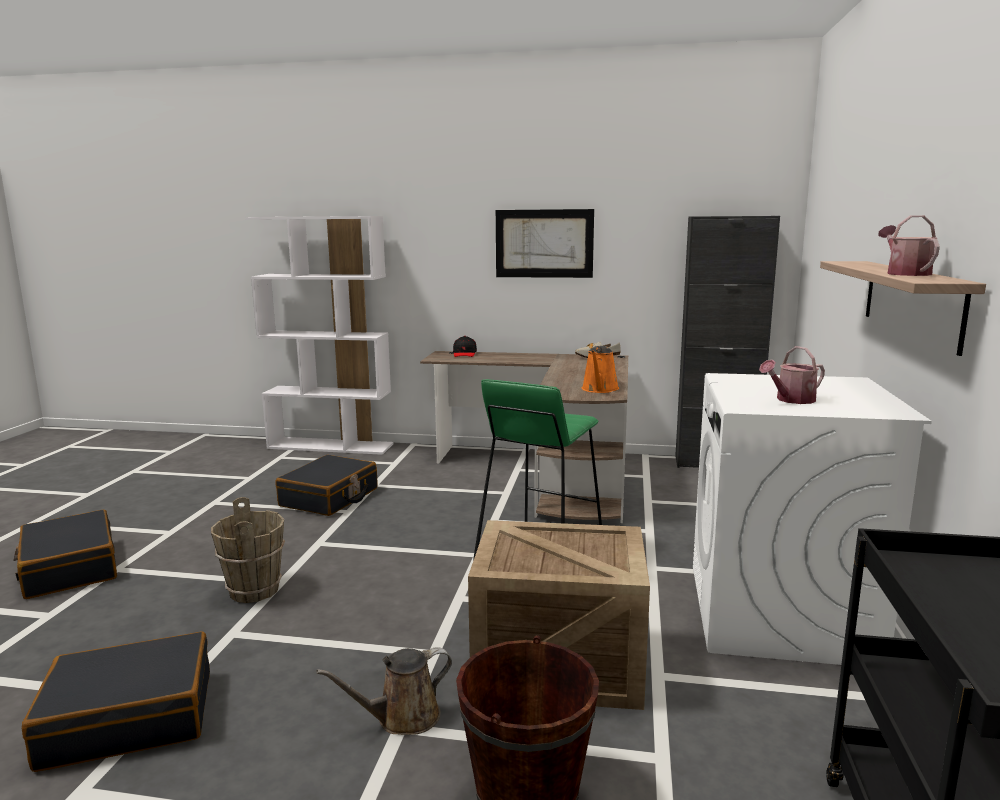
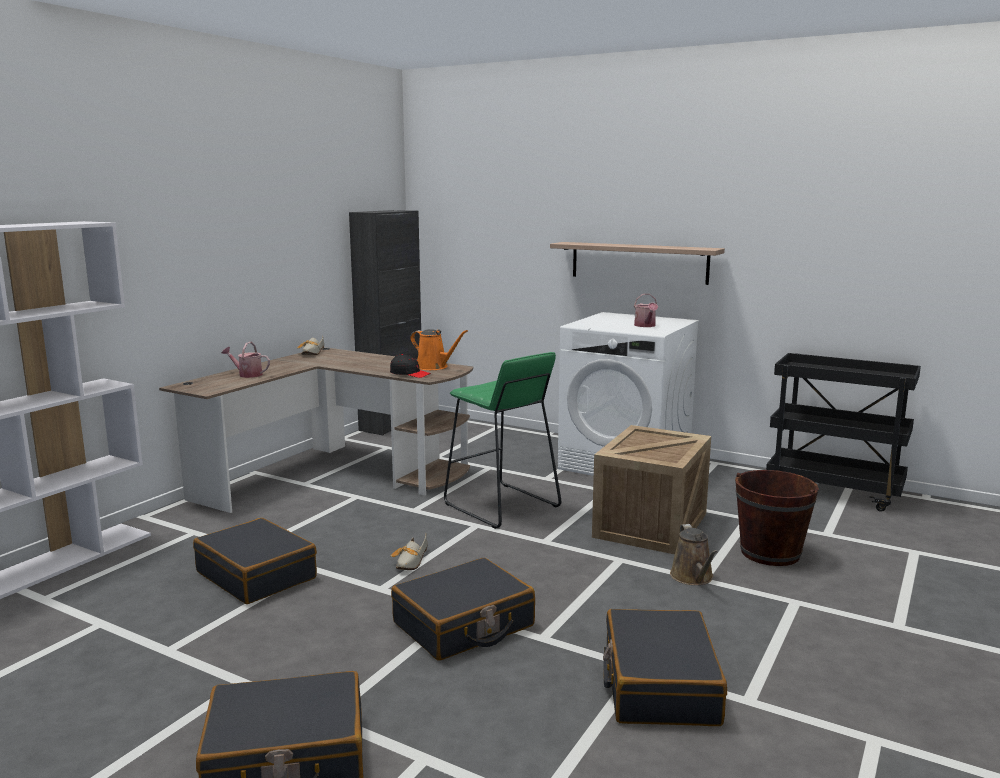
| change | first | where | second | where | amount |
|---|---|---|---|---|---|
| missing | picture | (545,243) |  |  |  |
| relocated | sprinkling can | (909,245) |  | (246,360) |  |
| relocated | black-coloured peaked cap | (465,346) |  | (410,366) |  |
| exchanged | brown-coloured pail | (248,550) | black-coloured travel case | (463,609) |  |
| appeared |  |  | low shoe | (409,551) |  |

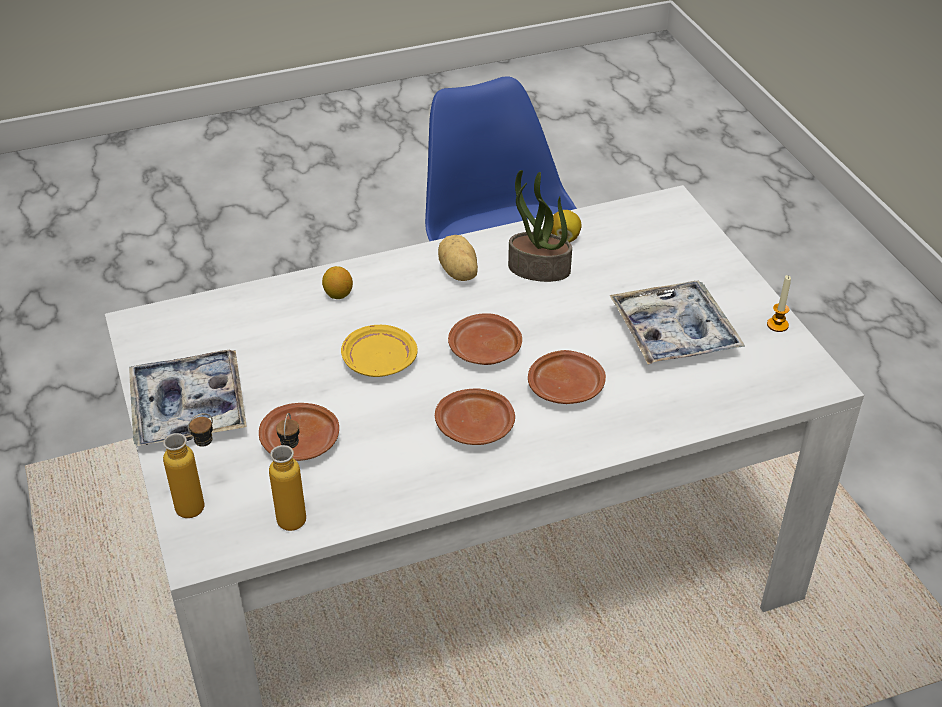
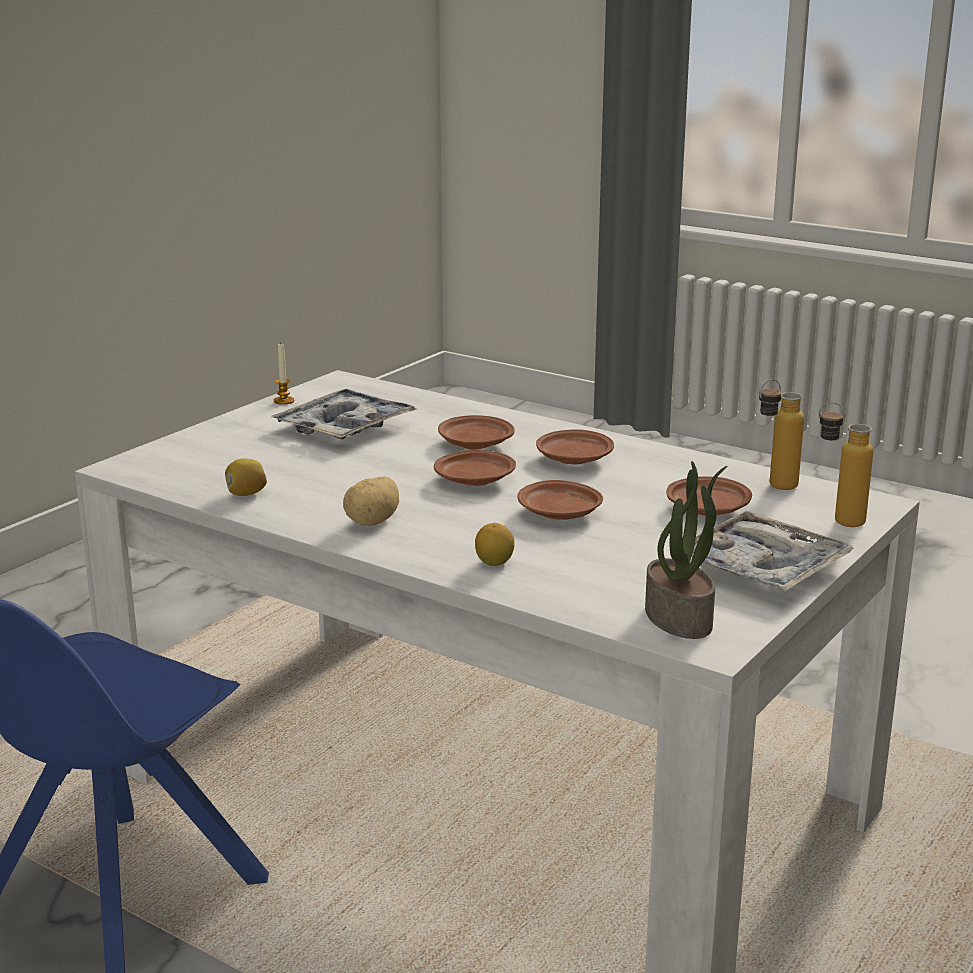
| change | first | where | second | where | amount |
|---|---|---|---|---|---|
| relocated | plant in a pot | (540,226) |  | (686,550) |  |
| colour | yellow-coloured flat dish | (379,351) | brown-coloured flat dish | (560,500) |  |

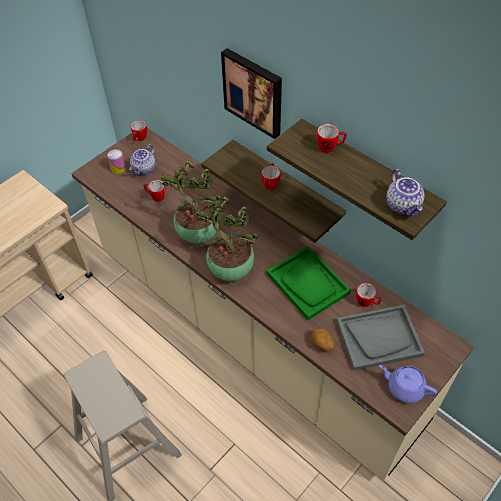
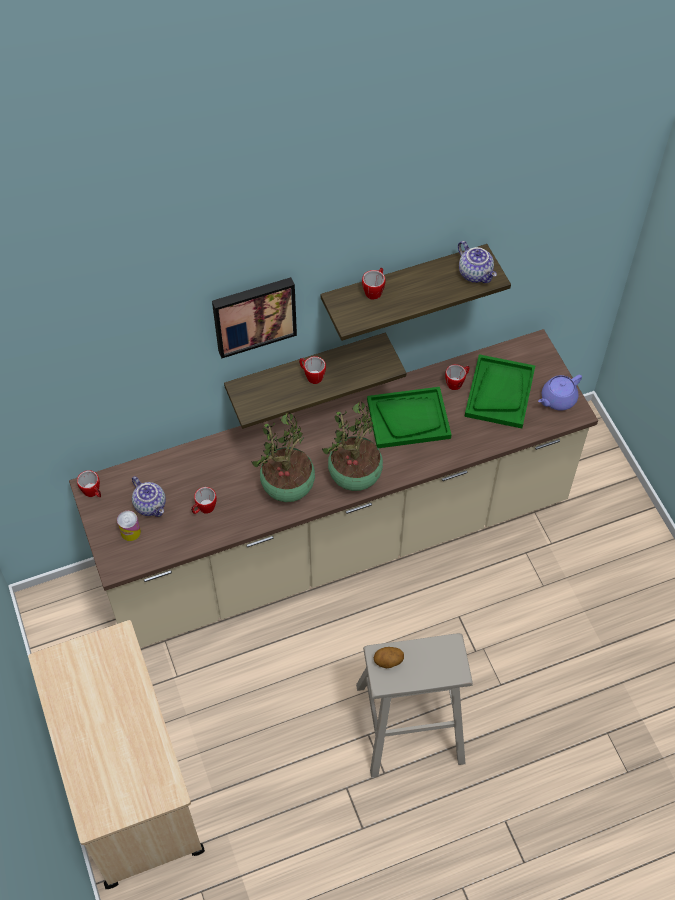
| change | first | where | second | where | amount |
|---|---|---|---|---|---|
| spun | pot for tea | (405,193) |  | (477,262) | 45 degrees clockwise |
| colour | greyish serving tray | (380,338) | green serving tray | (499,391) |  |
| relocated | spud | (323,339) |  | (389,657) |  |

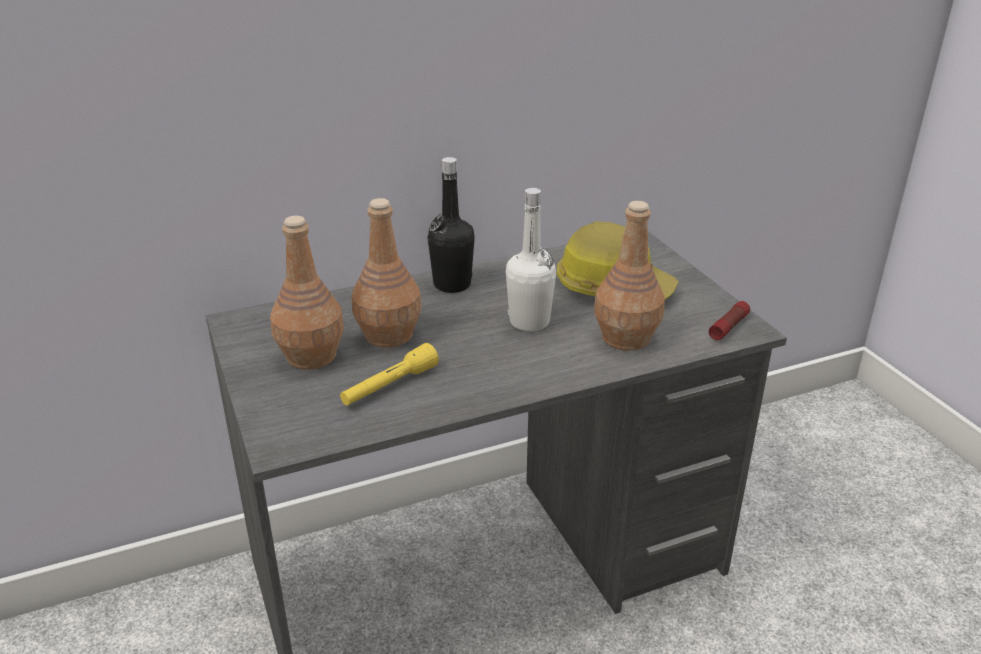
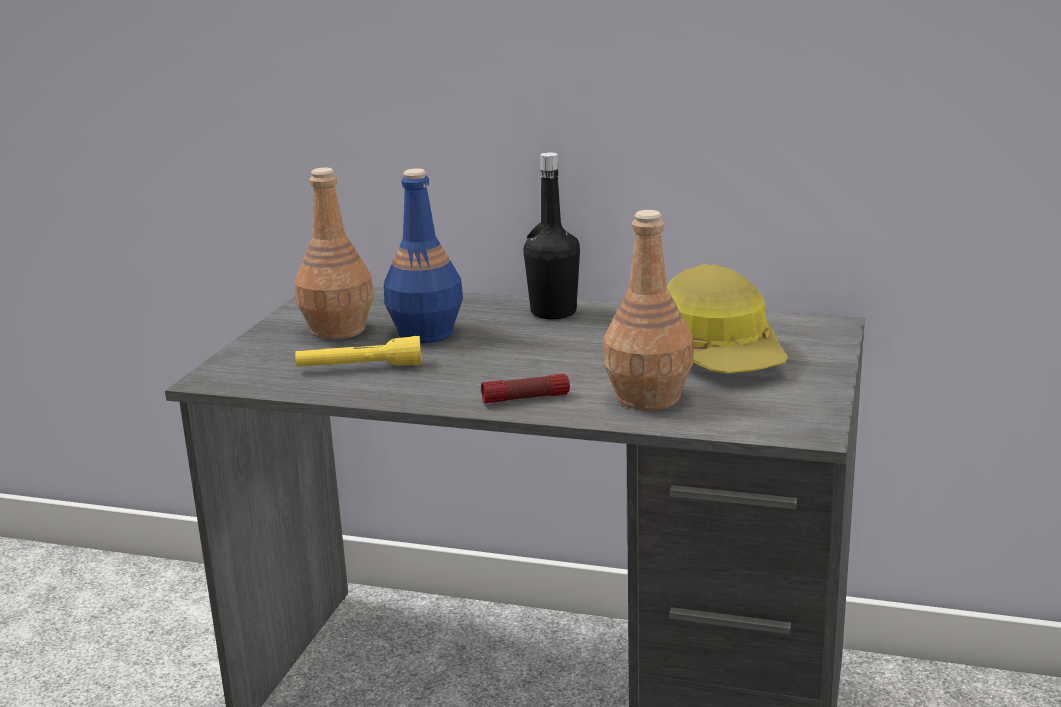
| change | first | where | second | where | amount |
|---|---|---|---|---|---|
| missing | white-coloured bottle | (531,259) |  |  |  |
| colour | brown-coloured bottle | (386,273) | blue bottle | (423,255) |  |
| relocated | flashlight | (729,320) |  | (525,388) |  |

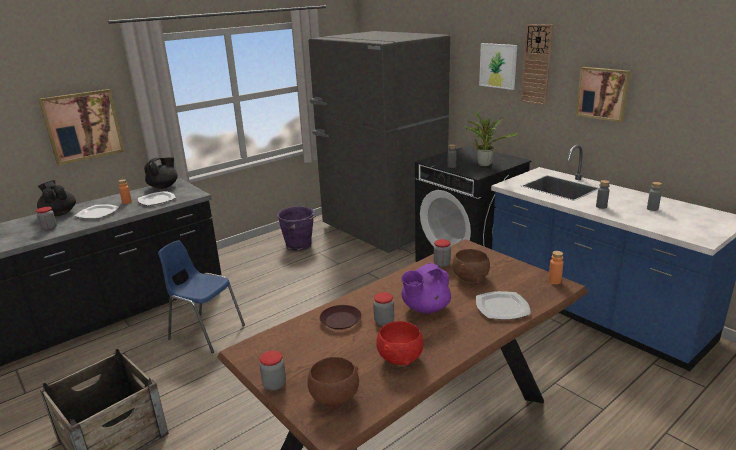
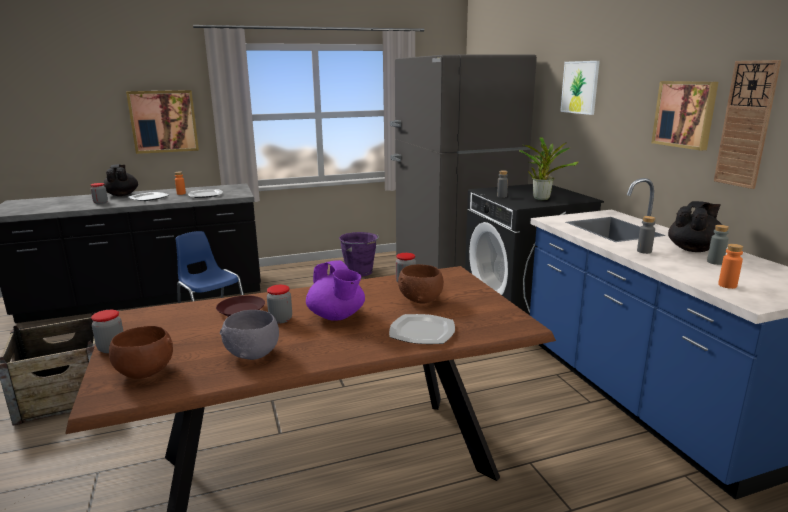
| change | first | where | second | where | amount |
|---|---|---|---|---|---|
| relocated | wall clock | (537,65) |  | (747,124) |  |
| relocated | black-coloured pot for tea | (161,173) |  | (695,226) |  |
| relocated | orangey bottle | (555,267) |  | (730,266) |  |
| spun | purple-coloured pot for tea | (426,287) |  | (335,290) | 105 degrees counterclockwise |
| colour | red serving bowl | (400,343) | greyish serving bowl | (249,335) |  |

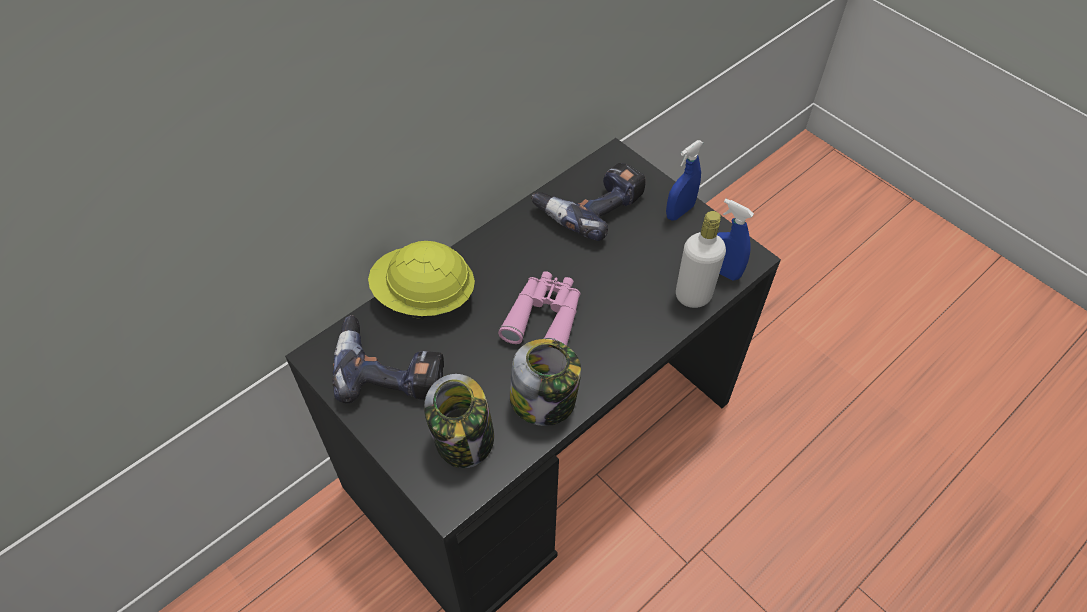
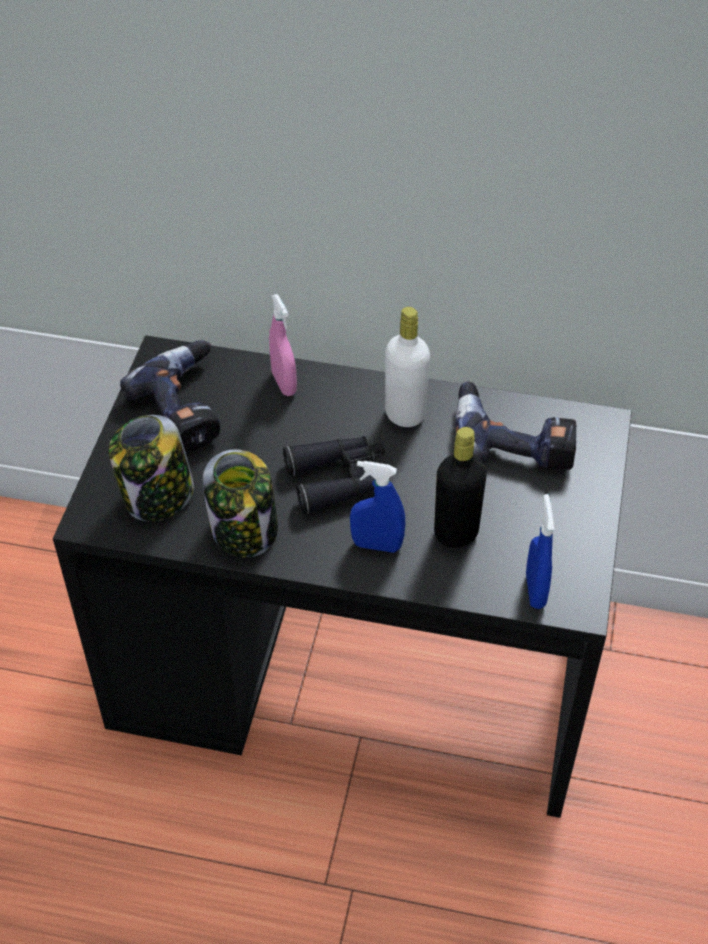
| change | first | where | second | where | amount |
|---|---|---|---|---|---|
| relocated | blue spray bottle | (684,180) |  | (377,507) |  |
| relocated | white-coloured bottle | (701,259) |  | (407,367) |  |
| exchanged | yellow-coloured hard hat | (421,280) | pinkish spray bottle | (283,345) |  |
| colour | pinkish binoculars | (539,308) | black-coloured binoculars | (337,475) |  |
| appeared |  |  | black-coloured bottle | (460,487) |  |

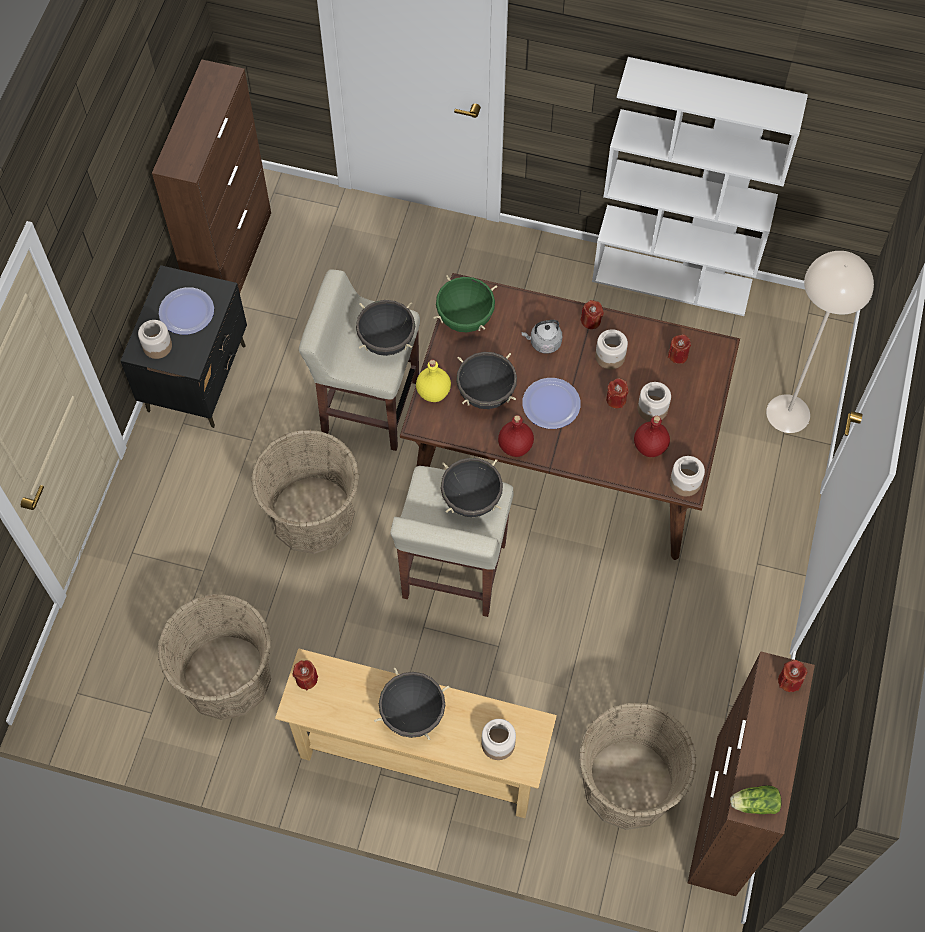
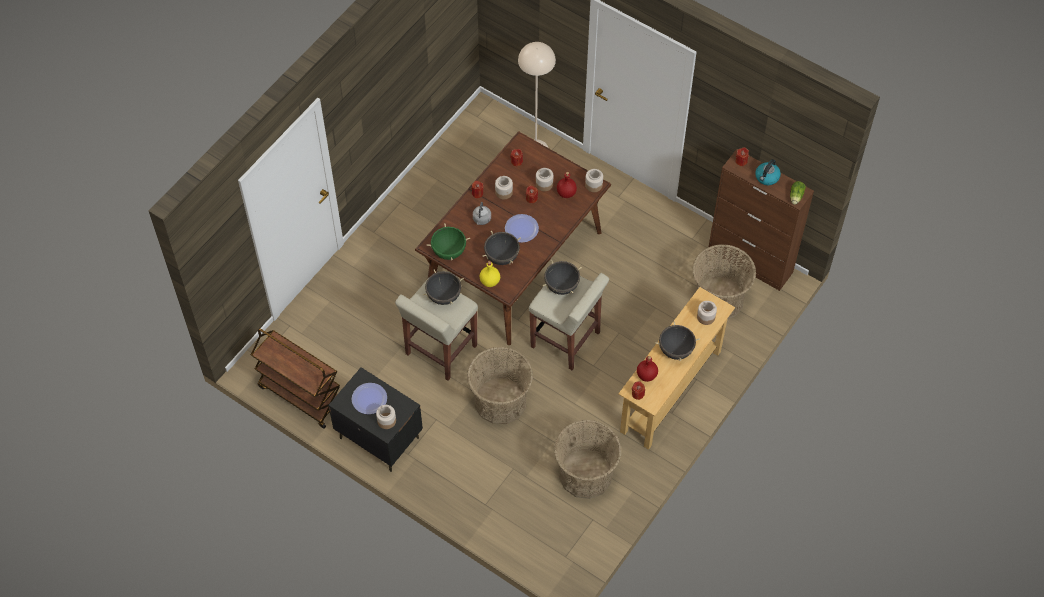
| change | first | where | second | where | amount |
|---|---|---|---|---|---|
| missing | white-coloured shelving unit | (700,186) |  |  |  |
| exchanged | brown-coloured cupboard | (211,176) | brown-coloured trolley | (295,378) |  |
| relocated | red bottle | (516,436) |  | (647,369) |  |
| appeared |  |  | kettle | (768,172) |  |

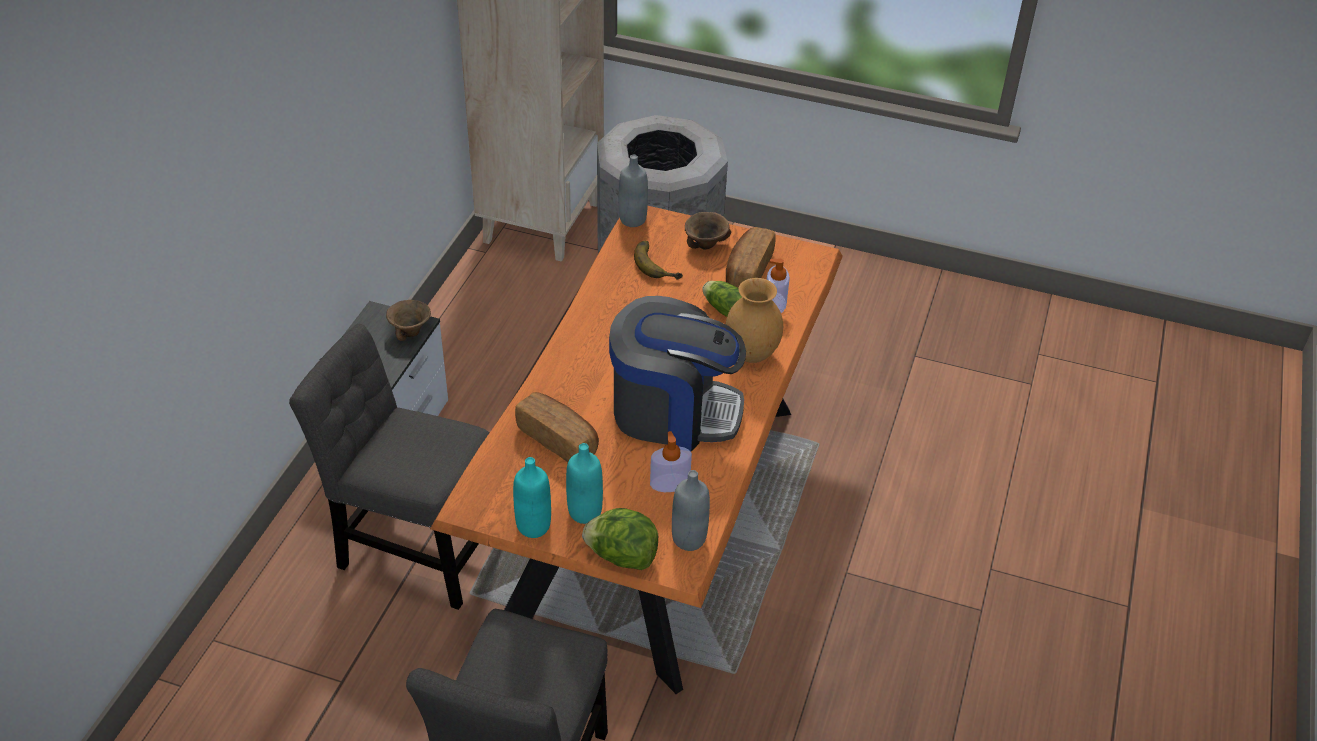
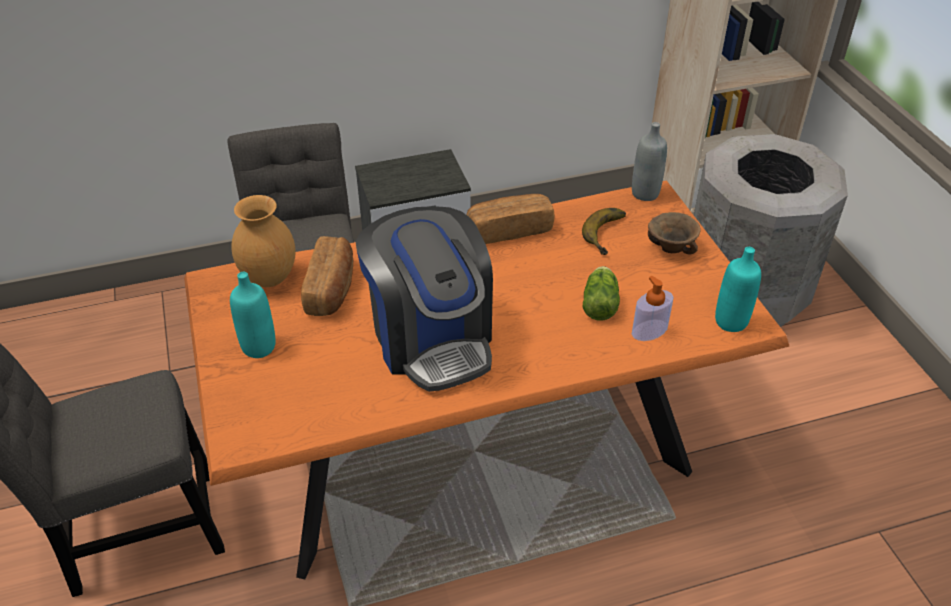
| change | first | where | second | where | amount |
|---|---|---|---|---|---|
| relocated | bread | (751,257) |  | (510,219) |  |
| relocated | brown-coloured vase | (754,320) |  | (263,241) |  |
| missing | brown-coloured serving bowl | (408,320) |  |  |  |
| missing | soap dispenser | (671,461) |  |  |  |
| relocated | turquoise bottle | (532,497) |  | (738,289) |  |
| missing | greyish bottle | (691,510) |  |  |  |
| missing | lettuce | (620,539) |  |  |  |

